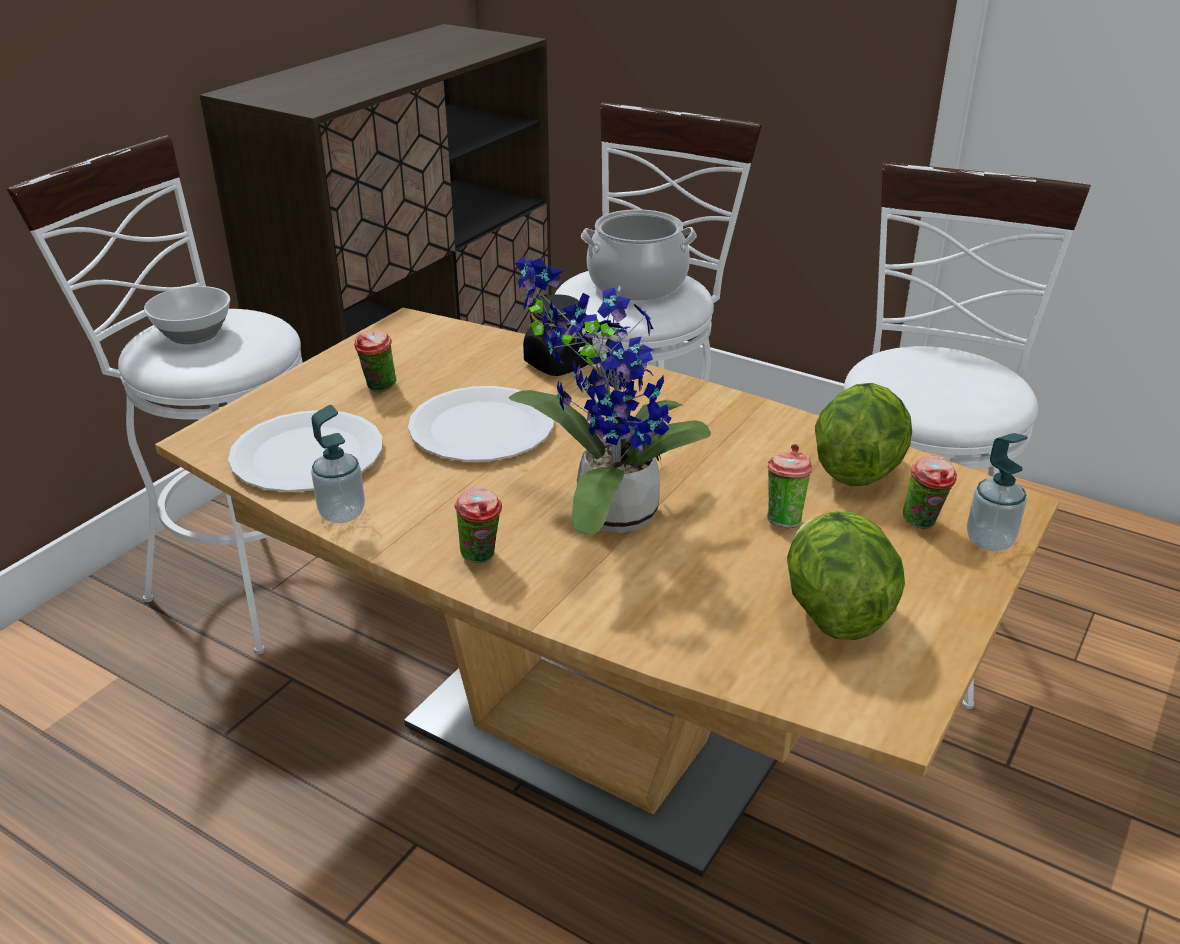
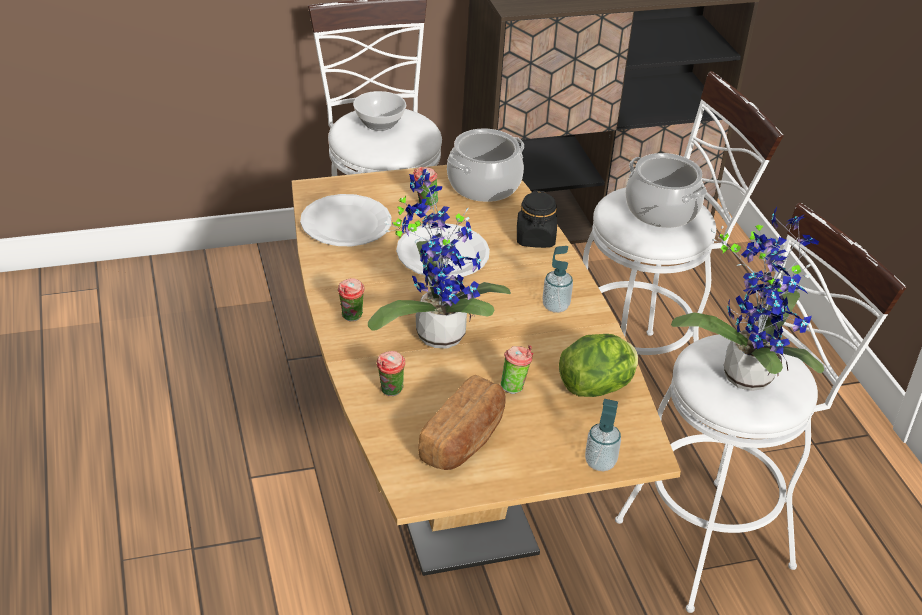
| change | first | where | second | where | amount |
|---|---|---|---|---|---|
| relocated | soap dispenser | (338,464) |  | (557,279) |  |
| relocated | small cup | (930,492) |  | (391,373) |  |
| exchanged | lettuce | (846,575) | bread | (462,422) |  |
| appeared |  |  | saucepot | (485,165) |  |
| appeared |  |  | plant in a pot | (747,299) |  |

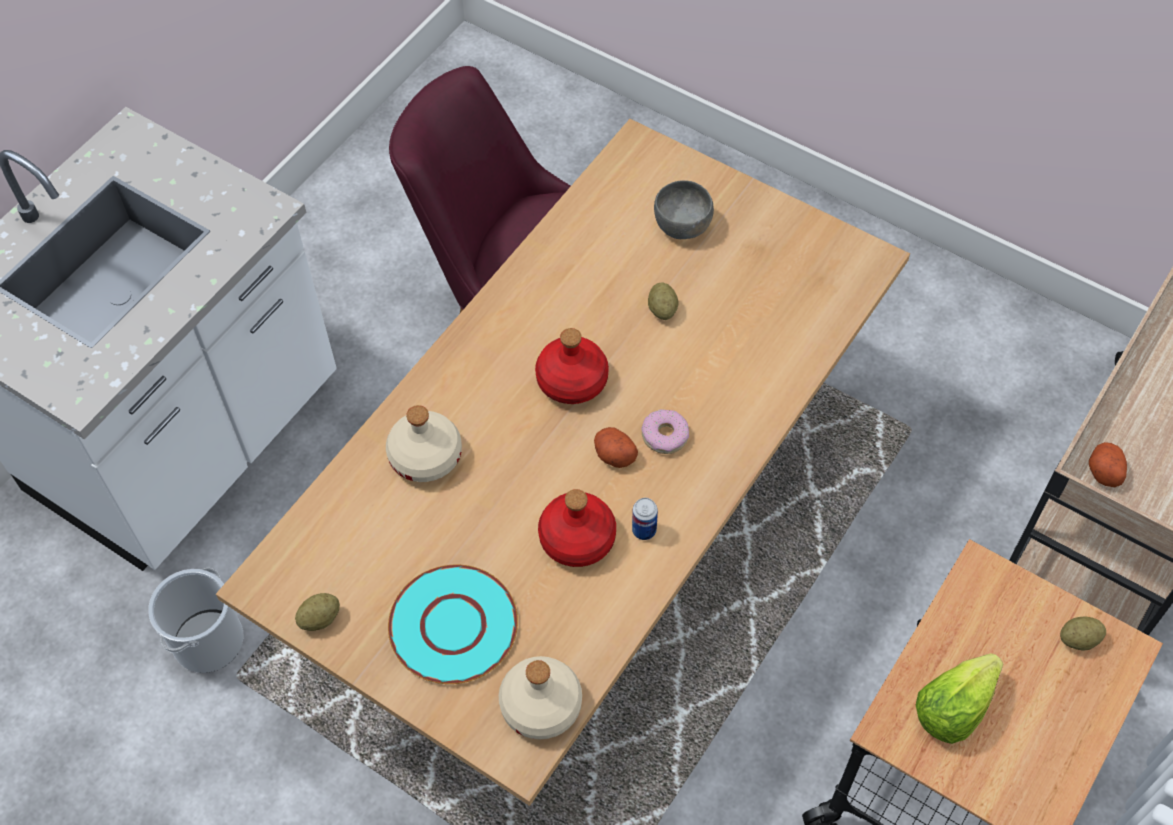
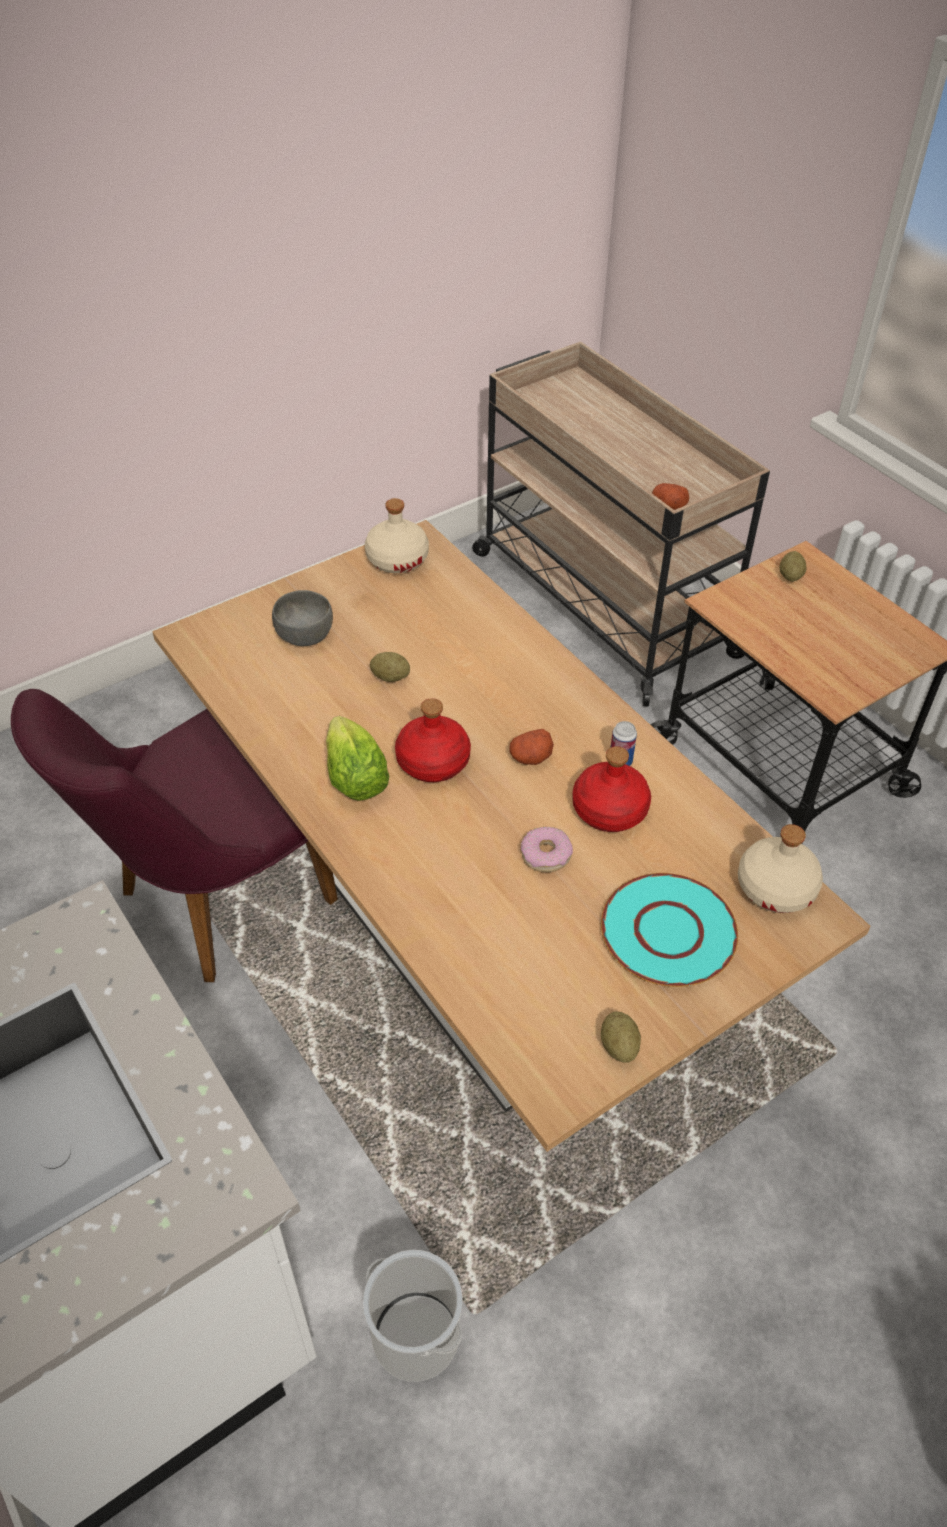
| change | first | where | second | where | amount |
|---|---|---|---|---|---|
| relocated | beige-coloured bottle | (424,443) |  | (397,535) |  |
| relocated | donut | (665,431) |  | (547,849) |  |
| relocated | lettuce | (959,698) |  | (357,758) |  |

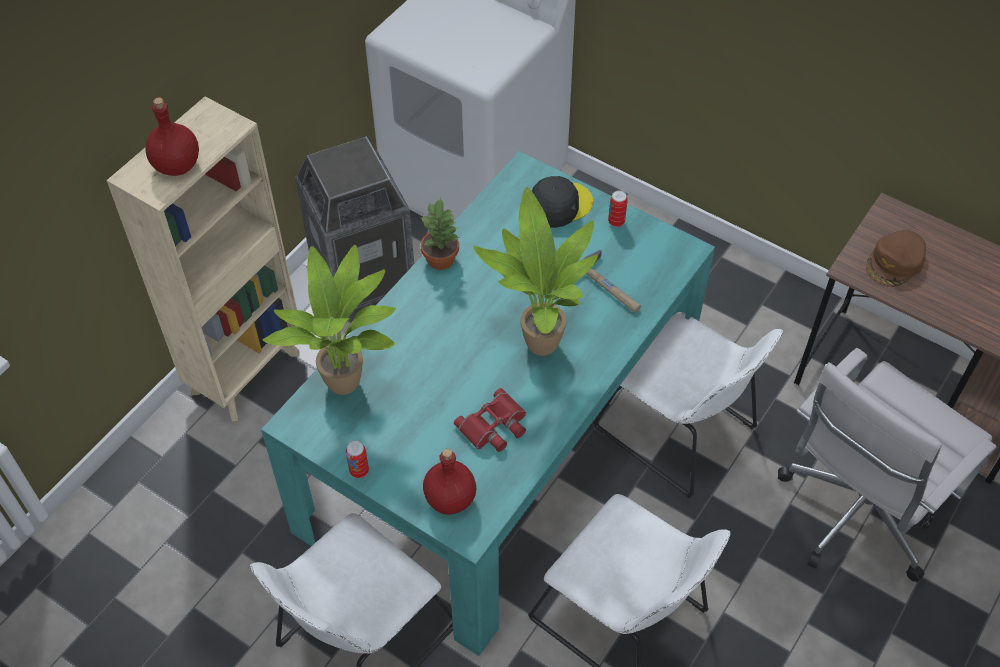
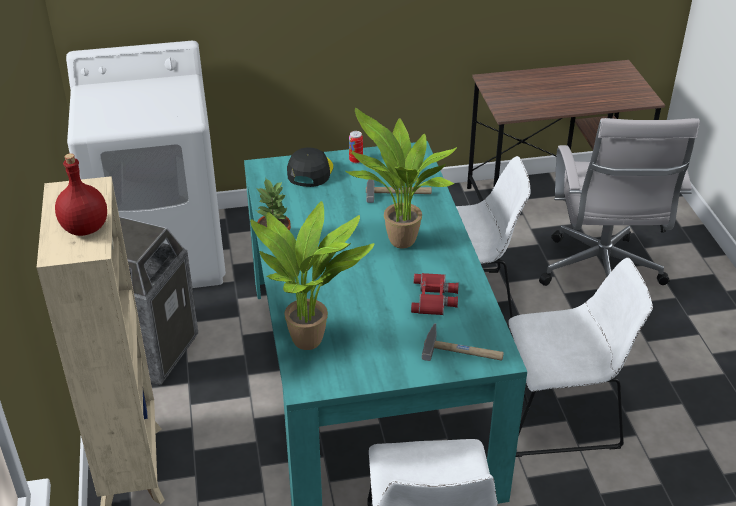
| change | first | where | second | where | amount |
|---|---|---|---|---|---|
| missing | brown-coloured peaked cap | (896,258) |  |  |  |
| missing | sealed can | (357,459) |  |  |  |
| exchanged | red bottle | (449,481) | hand hammer | (463,342) |  |

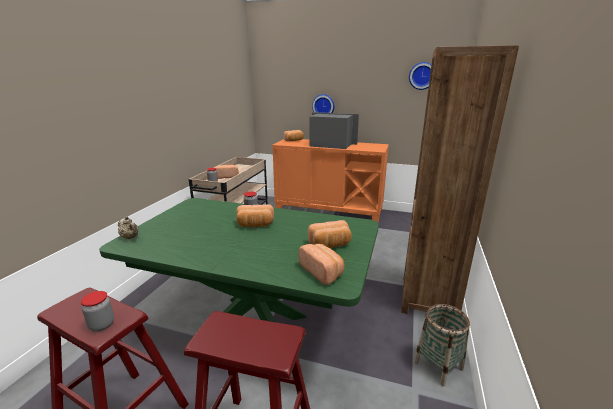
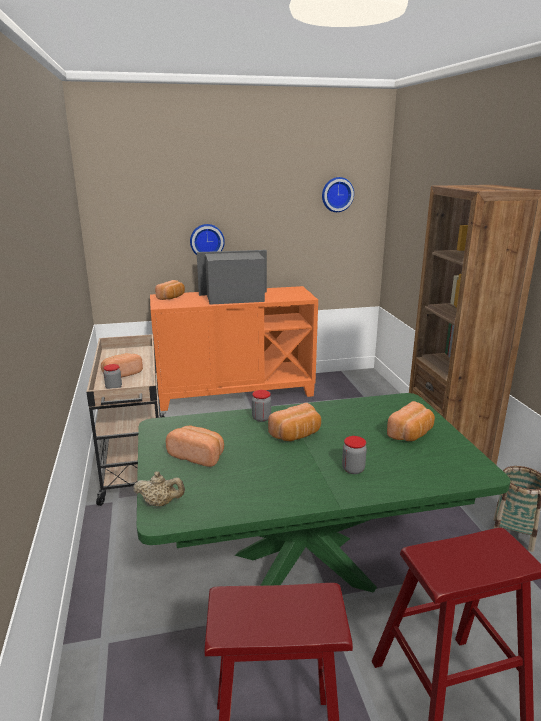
| change | first | where | second | where | amount |
|---|---|---|---|---|---|
| relocated | bread | (321,264) |  | (195,446) |  |
| relocated | storage jar | (97,311) |  | (354,455) |  |

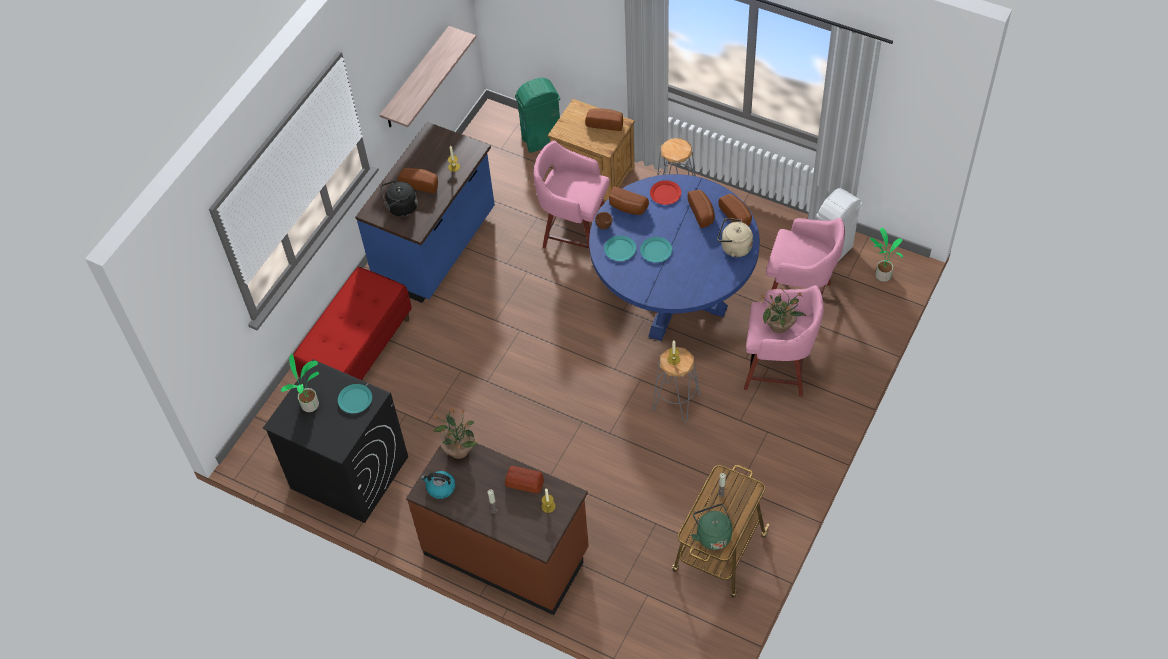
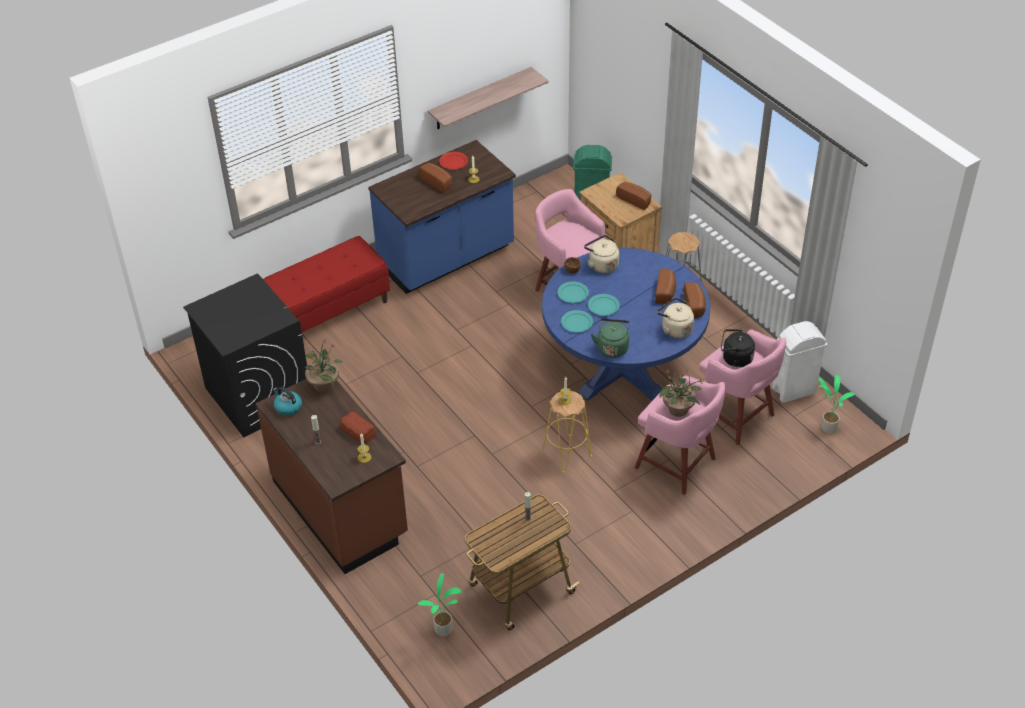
| change | first | where | second | where | amount |
|---|---|---|---|---|---|
| relocated | black-coloured kettle | (399,198) |  | (738,348) |  |
| relocated | red flat dish | (665,192) |  | (453,161) |  |
| exchanged | bread | (629,201) | beige-coloured kettle | (601,254) |  |
| colour | greyish stool seat | (676,385) | yellow-coloured stool seat | (567,432) |  |
| relocated | plant in a pot | (300,383) |  | (440,604) |  |
| relocated | turquoise flat dish | (355,398) |  | (577,321) |  |
| relocated | green kettle | (711,527) |  | (610,338) |  |

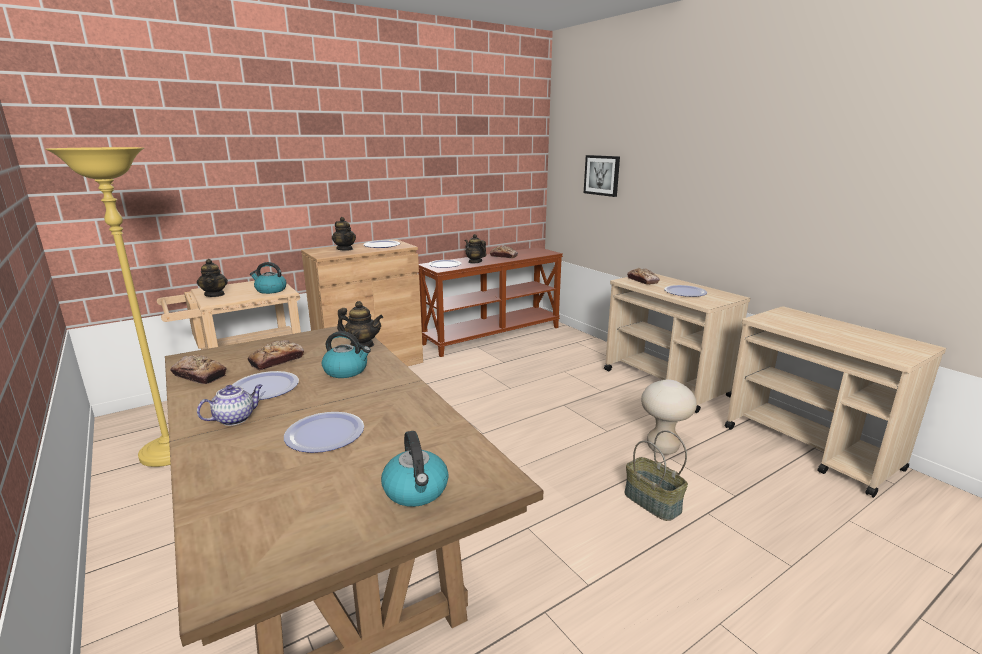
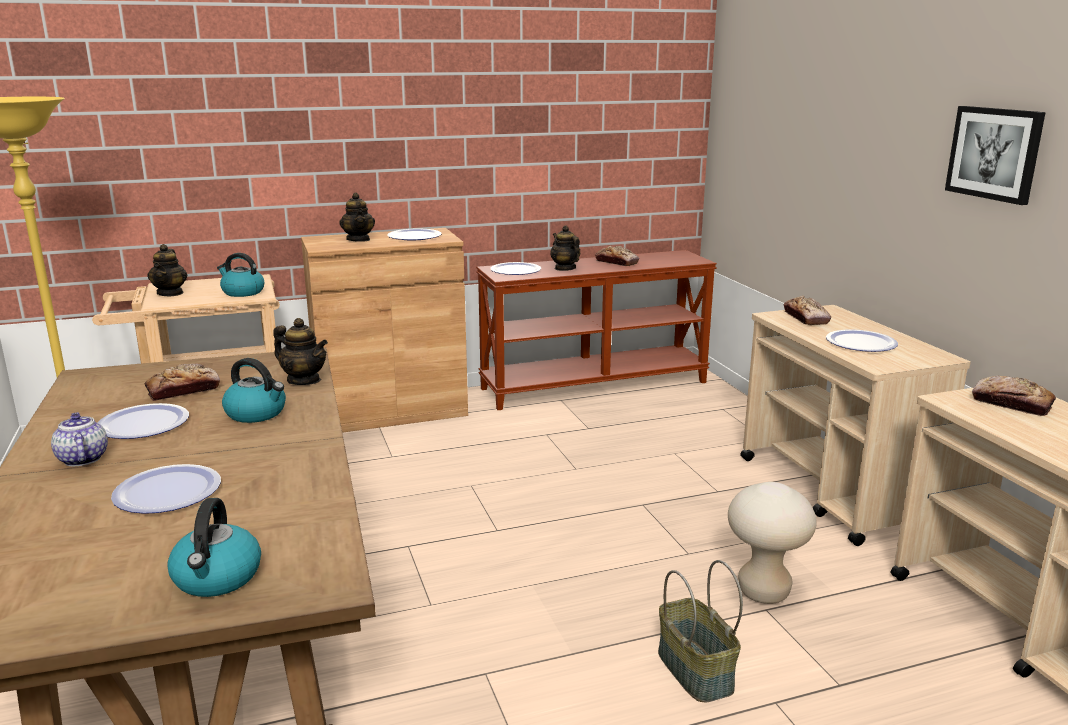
| change | first | where | second | where | amount |
|---|---|---|---|---|---|
| relocated | picture | (602,176) |  | (995,155) |  |
| relocated | bread | (198,369) |  | (1014,396) |  |
| spun | pot for tea | (230,405) |  | (79,439) | 90 degrees counterclockwise |

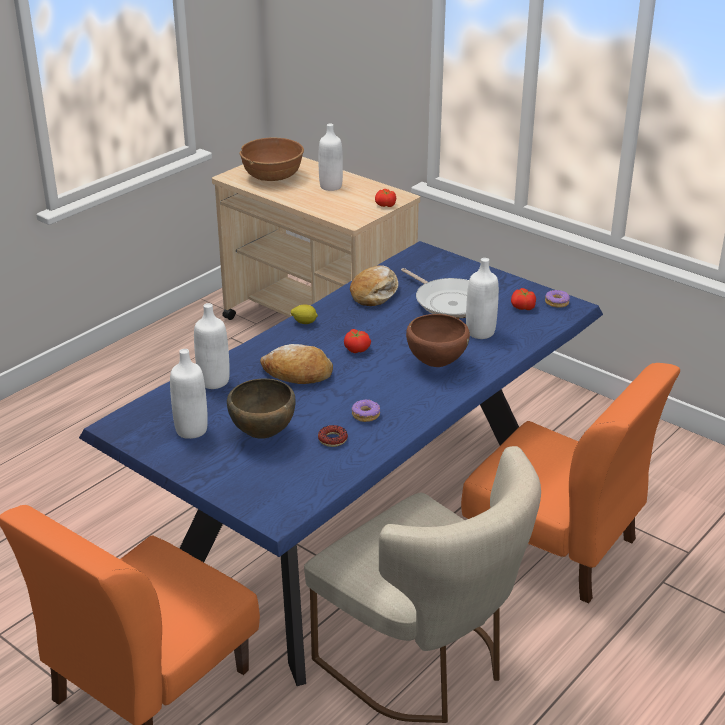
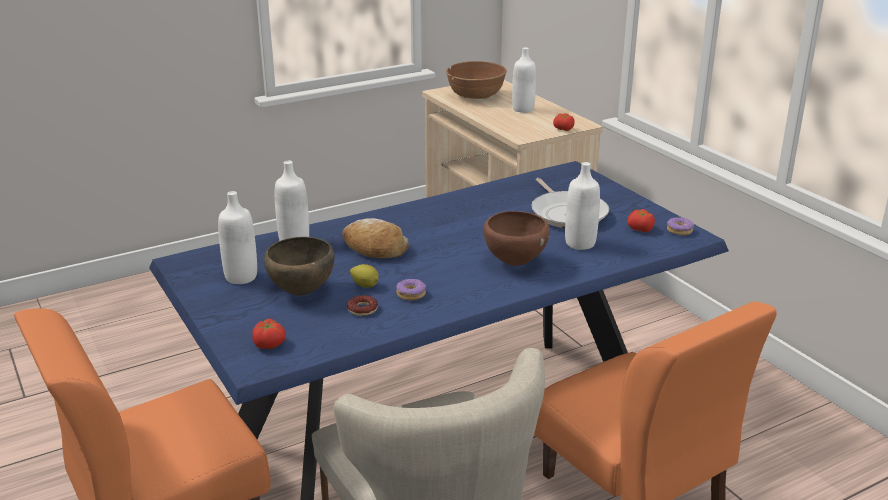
| change | first | where | second | where | amount |
|---|---|---|---|---|---|
| missing | bread | (374,285) |  |  |  |
| relocated | lemon | (304,314) |  | (364,276) |  |
| relocated | tomato | (357,341) |  | (269,334) |  |

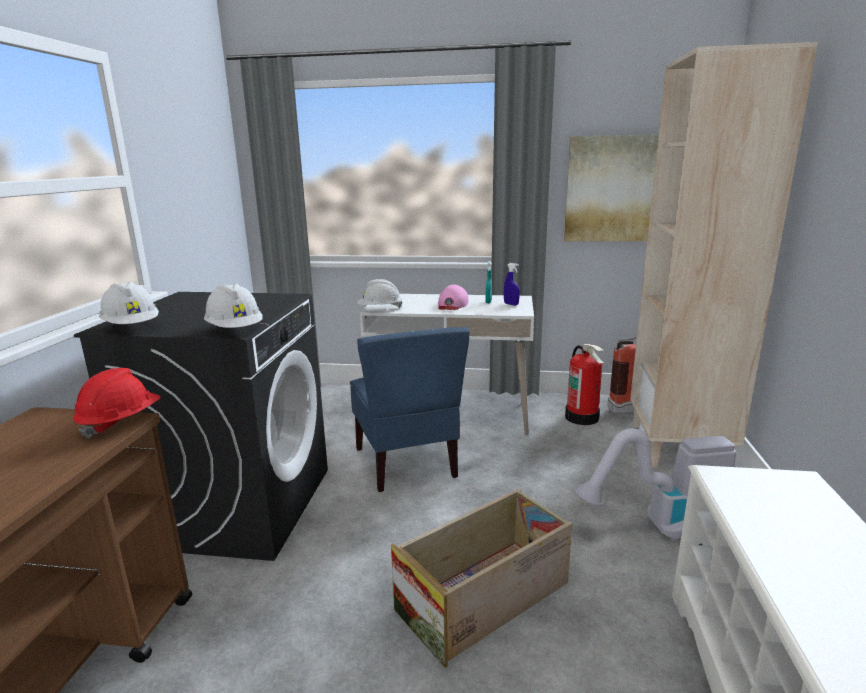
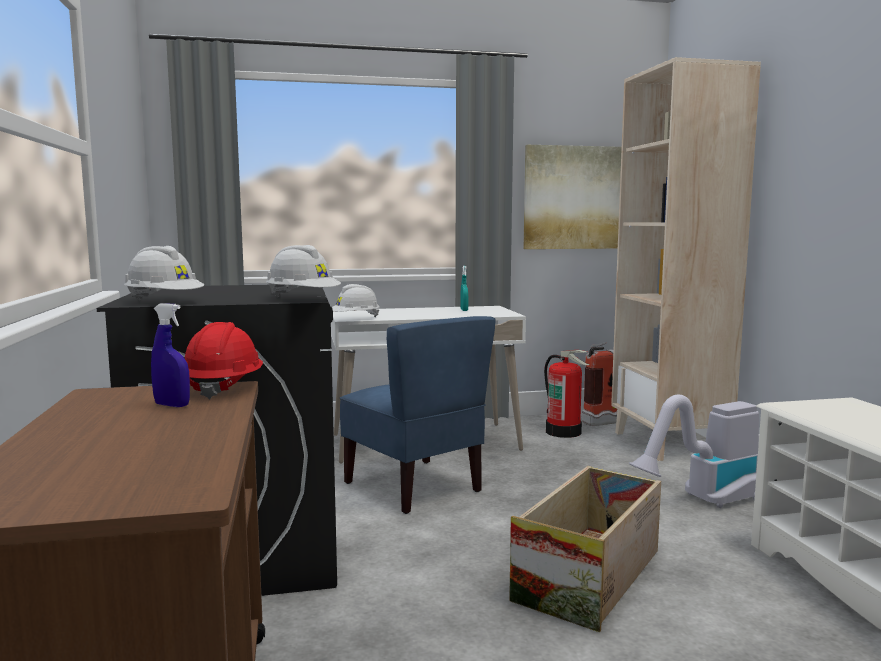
| change | first | where | second | where | amount |
|---|---|---|---|---|---|
| relocated | blue spray bottle | (512,284) |  | (170,355) |  |
| missing | pinkish peaked cap | (453,297) |  |  |  |

